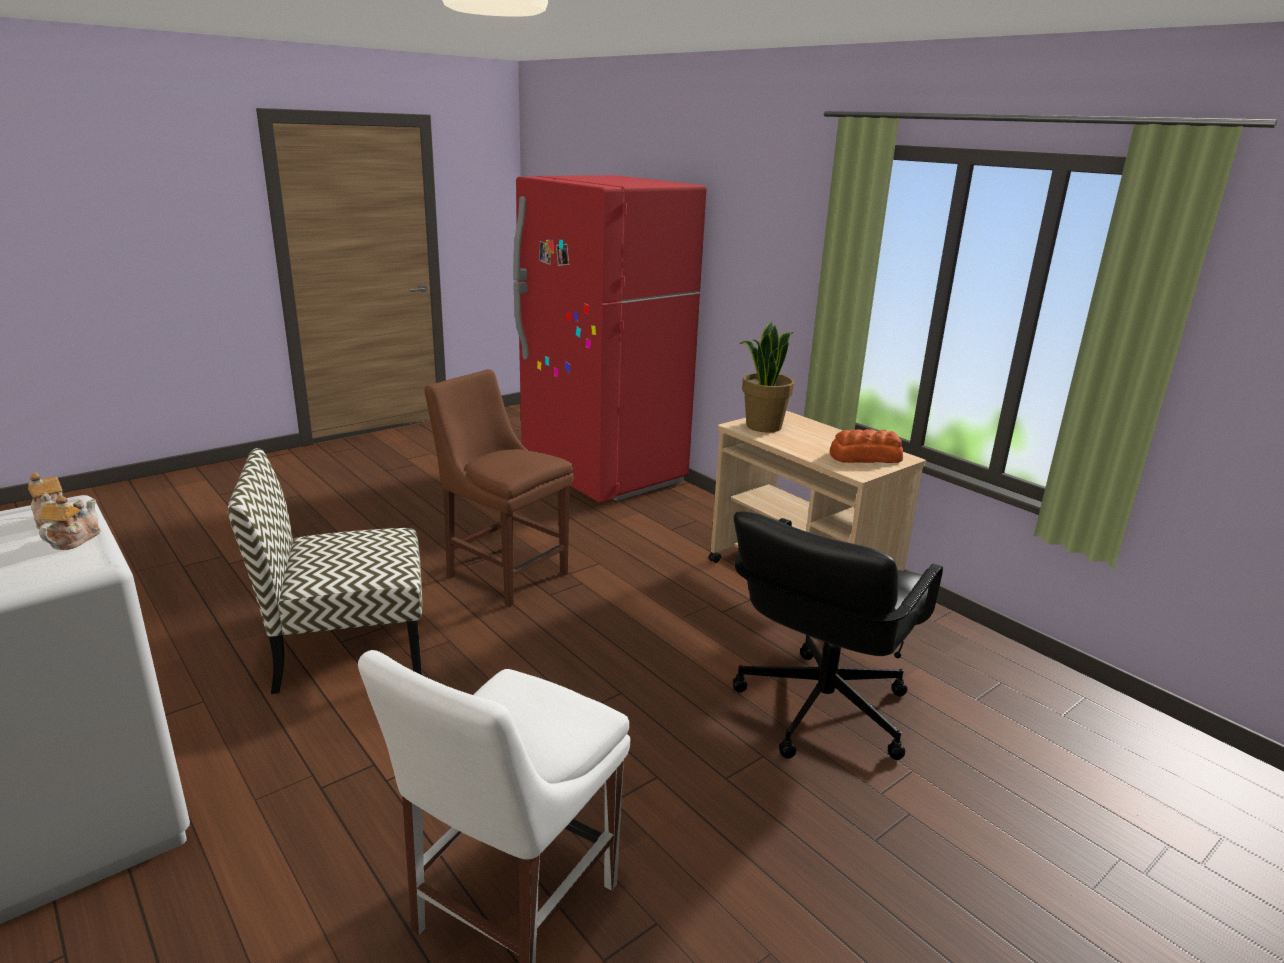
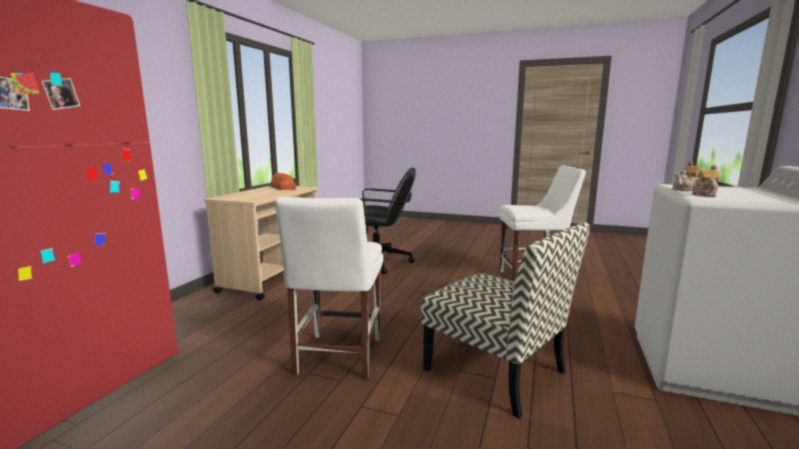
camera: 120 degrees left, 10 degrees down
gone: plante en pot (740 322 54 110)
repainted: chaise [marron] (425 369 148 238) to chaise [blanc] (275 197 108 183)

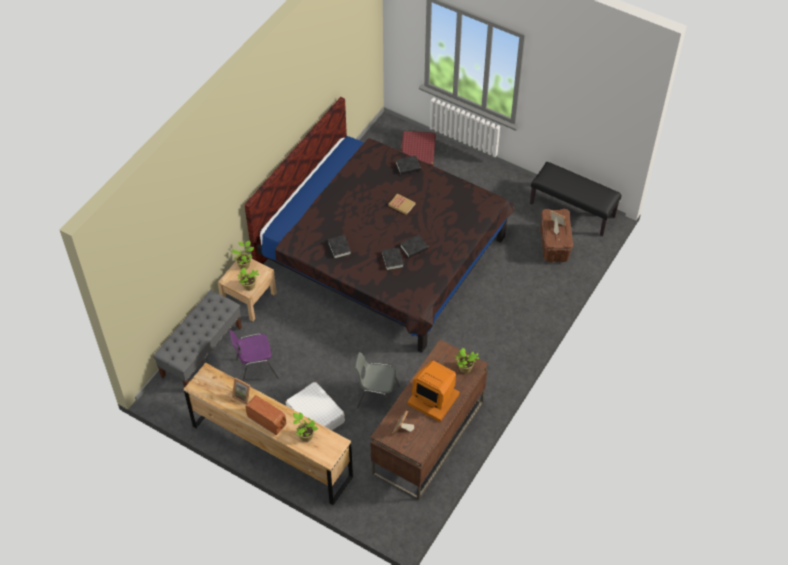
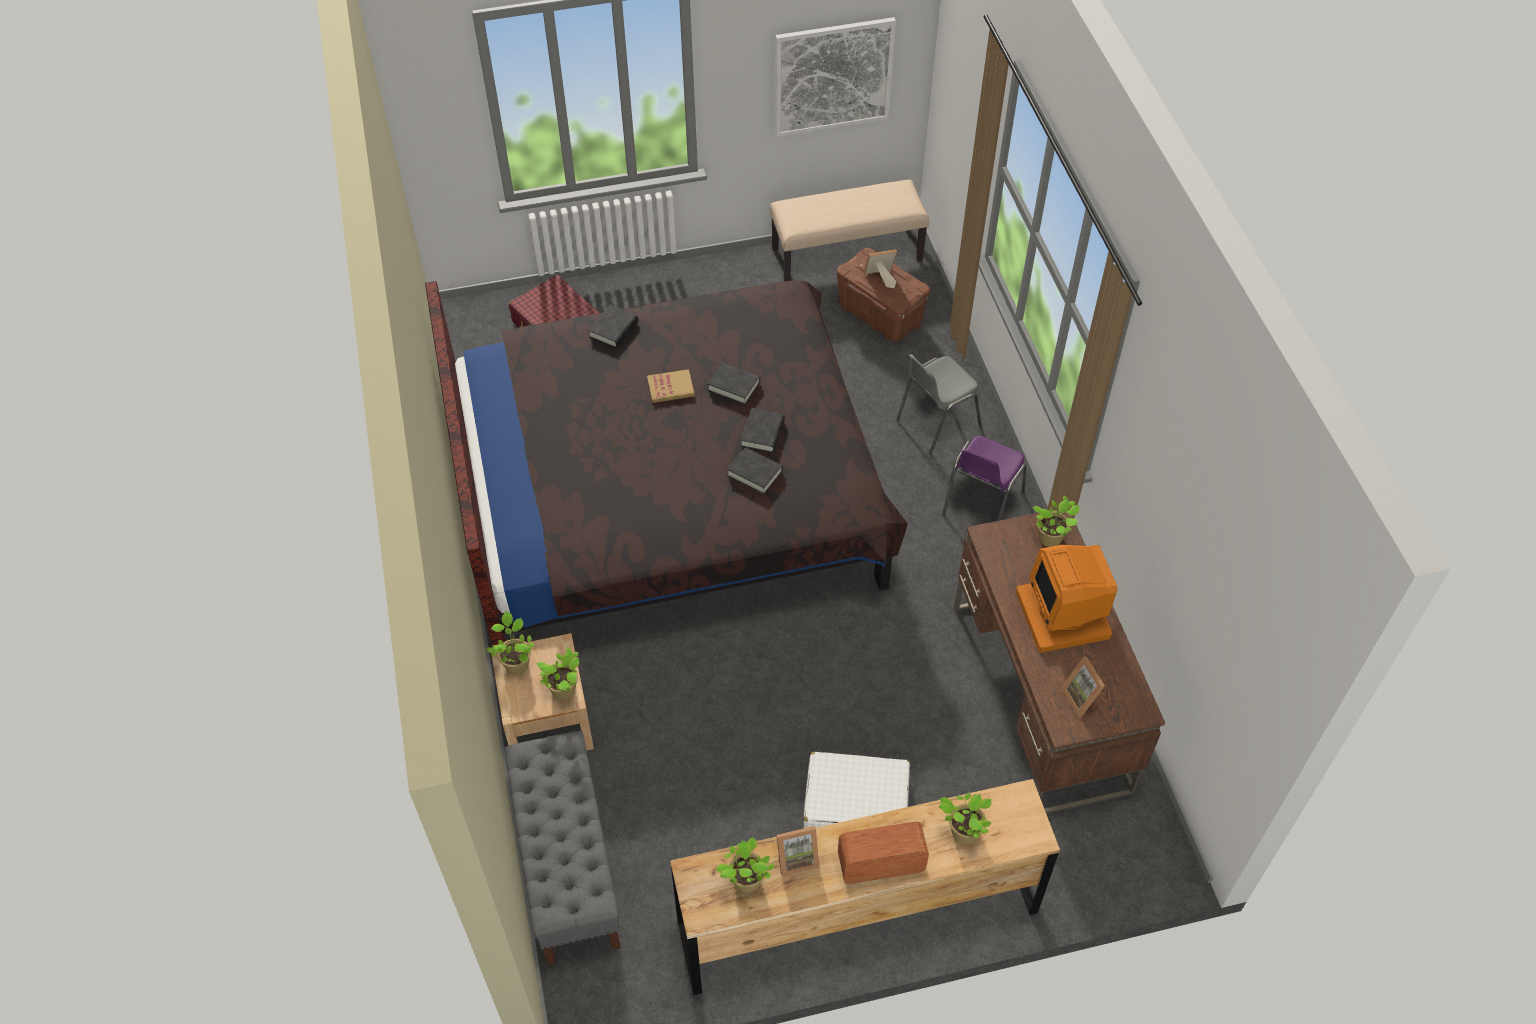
camera: 45 degrees left, 0 degrees up
new: plante en pot (716 837 59 56); tableau (775 17 121 120)
shifted: livre [noir] (328 235 23 24) to (707 362 53 43); chaise [gris] (355 352 45 57) to (896 354 86 101); chaise [violet] (230 330 49 52) to (942 436 84 85)
repainted: banc [noir] (530 162 92 74) to banc [beige] (770 180 159 102)
rotated: écran d'ordinateur (408 360 52 62) = (1016 545 101 108) 90 degrees clockwise

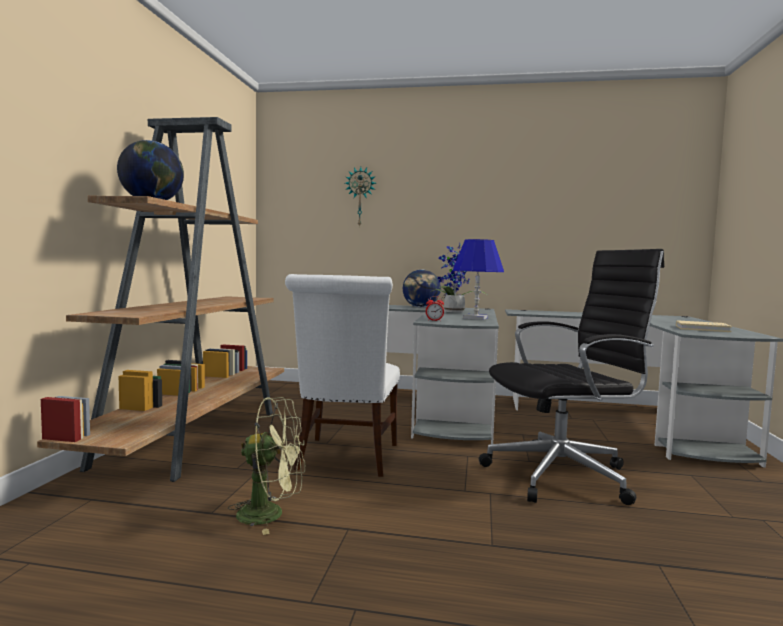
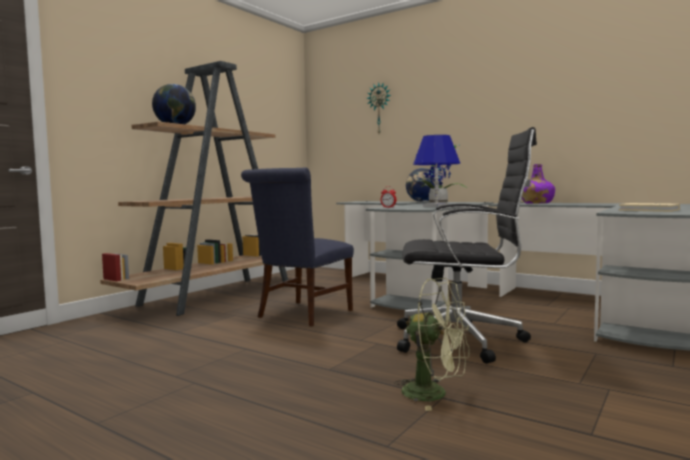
camera: 25 degrees right, 0 degrees up
new: bouteille [violet] (522 164 33 40)
shifted: ventilateur [vert] (228 397 77 138) to (394 278 75 133)
repainted: chaise [blanc] (285 274 115 203) to chaise [bleu] (241 167 113 160)

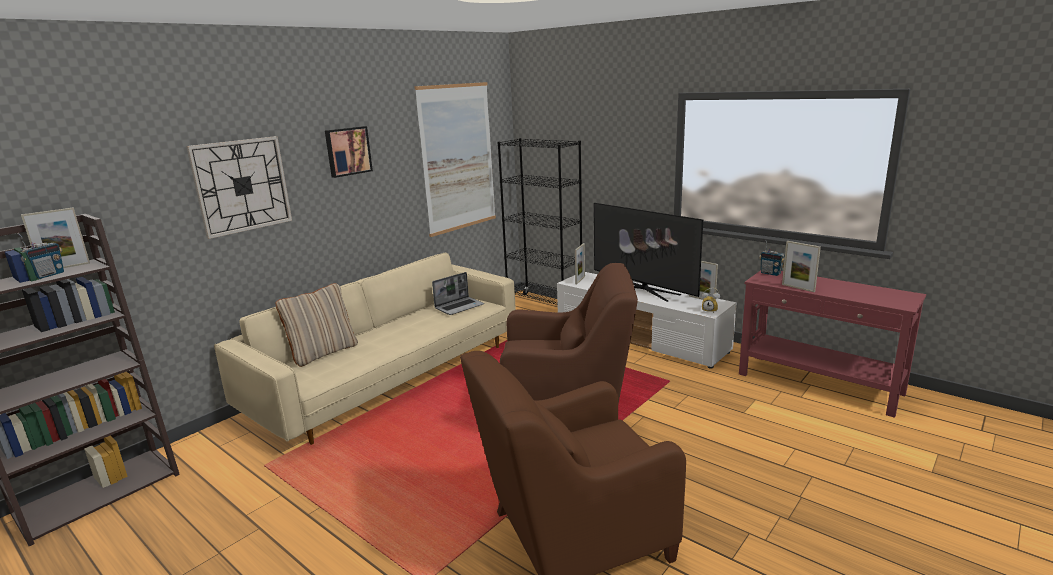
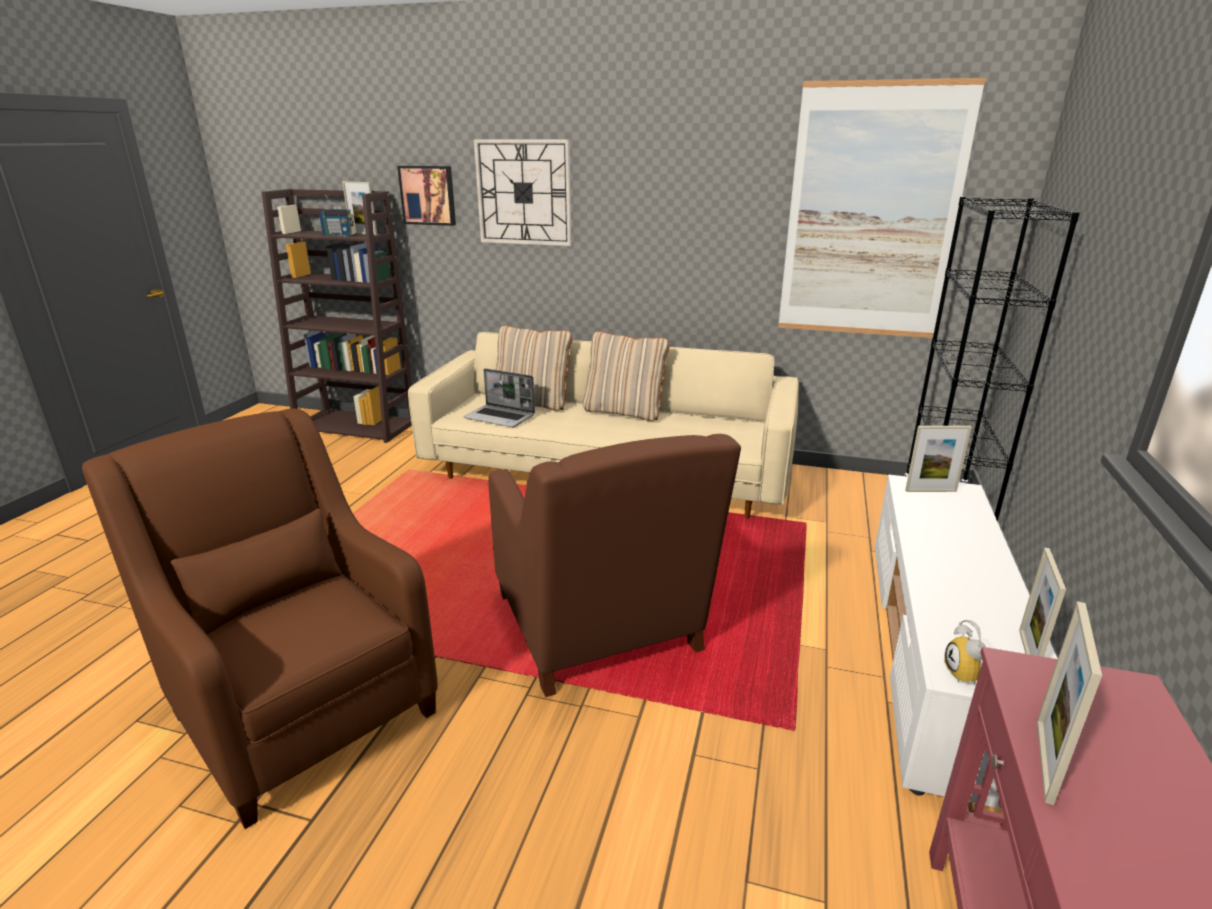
camera: 65 degrees right, 5 degrees up
gone: téléviseur (594 203 109 99); radio (759 241 26 35)
new: coussin [beige] (583 331 87 90)
shifted: tableau (325 126 48 52) to (397 166 59 60); ordinateur portable (432 272 52 43) to (464 368 71 59)

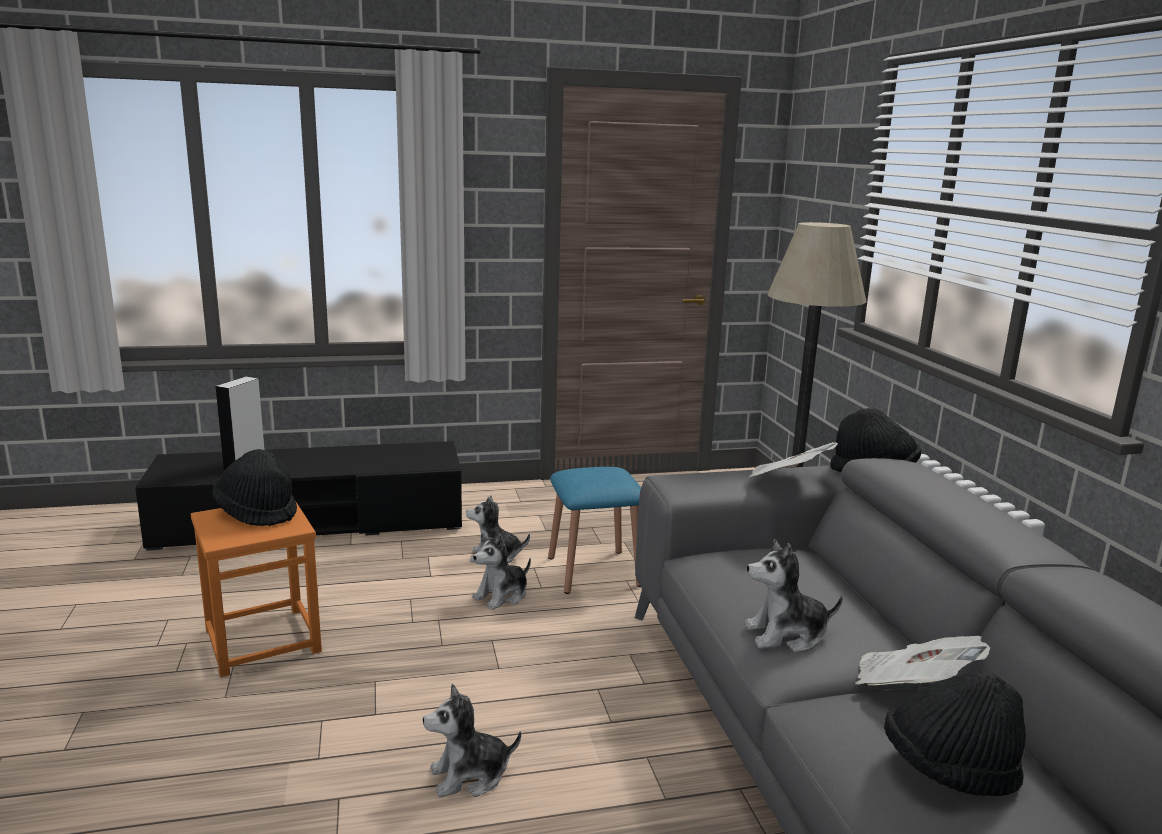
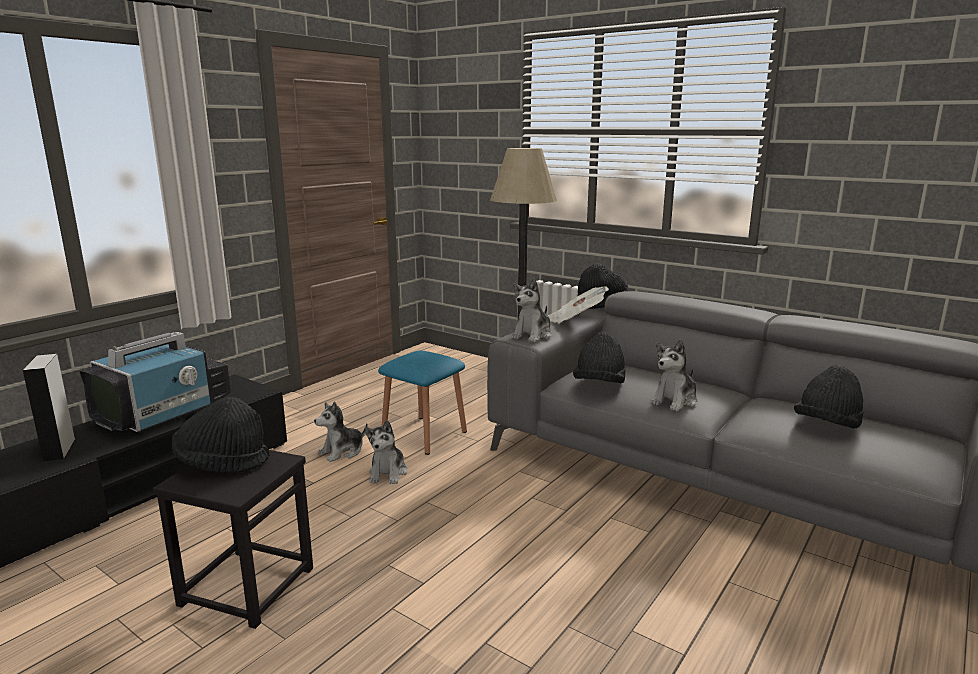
camera: 40 degrees left, 0 degrees up
gone: journal (855 636 135 49)
new: téléviseur (79 332 152 101); chapeau [noir] (573 332 53 51)
shifted: peluche (423 684 98 114) to (511 278 41 64)
repainted: tabouret [orange] (191 502 131 175) to tabouret [noir] (153 450 160 179)

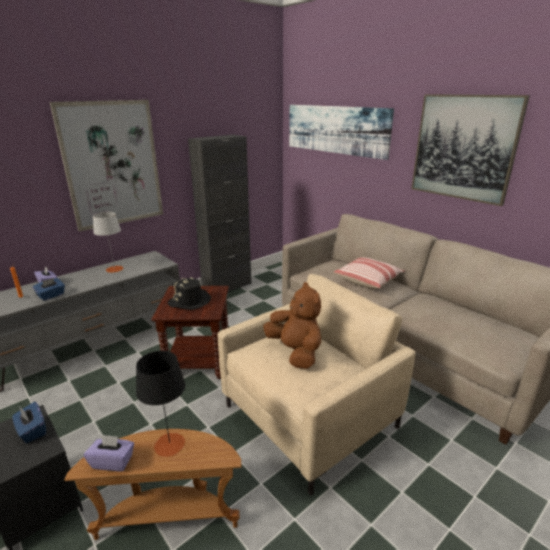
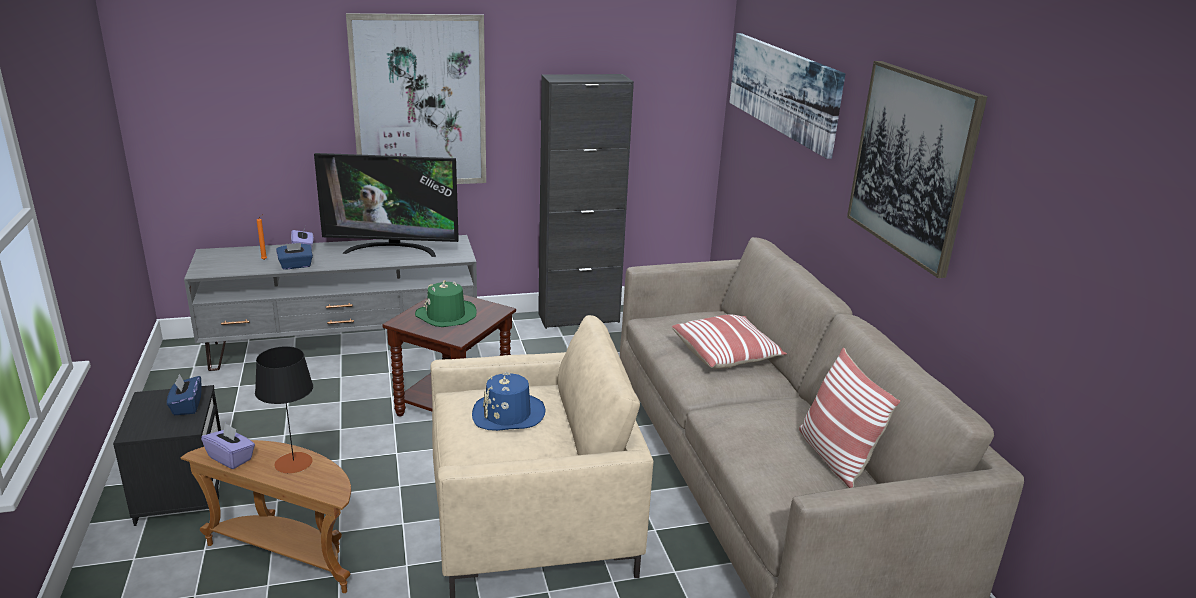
camera: 25 degrees right, 0 degrees up
new: coussin (799 348 101 140)
swapped: lampe de table [gris] (93 212 31 61) to téléviseur (314 153 145 104); peluche [marron] (263 282 58 87) to chapeau [bleu] (472 372 74 59)
repainted: chapeau [noir] (168 277 43 33) to chapeau [vert] (415 280 62 47)

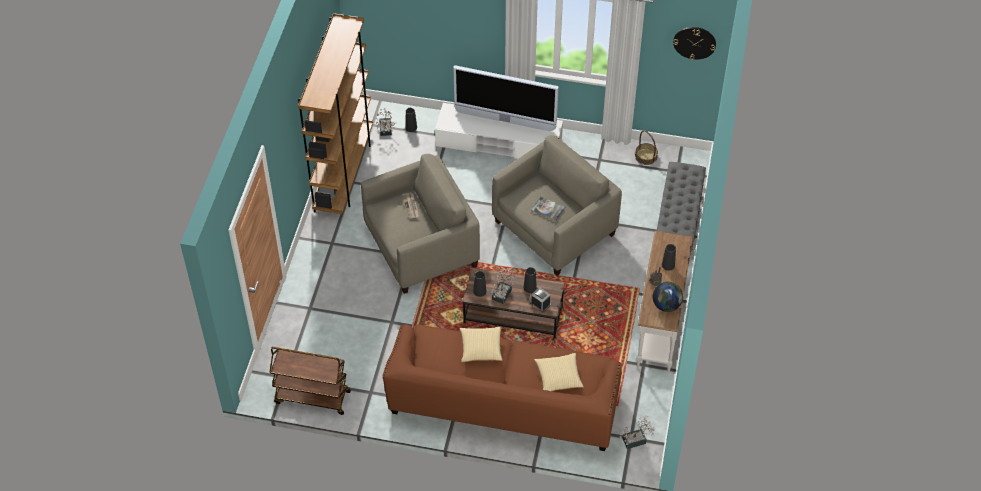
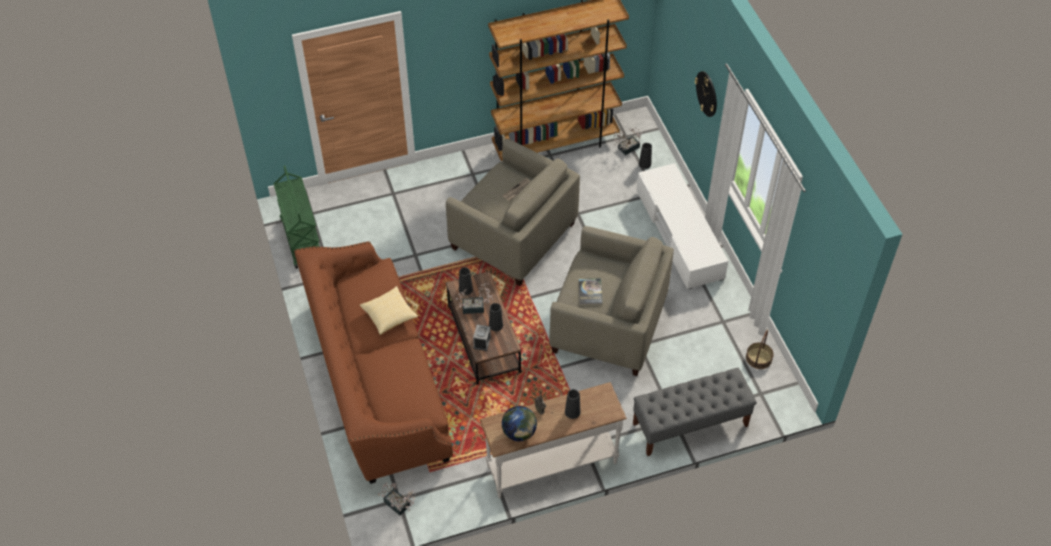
camera: 60 degrees right, 0 degrees up
gone: téléviseur (453 65 106 66); coussin (534 353 50 38)
shifted: horloge murale (673 27 43 33) to (695 71 22 46)
repainted: chariot [marron] (269 347 82 68) to chariot [vert] (274 166 46 103)

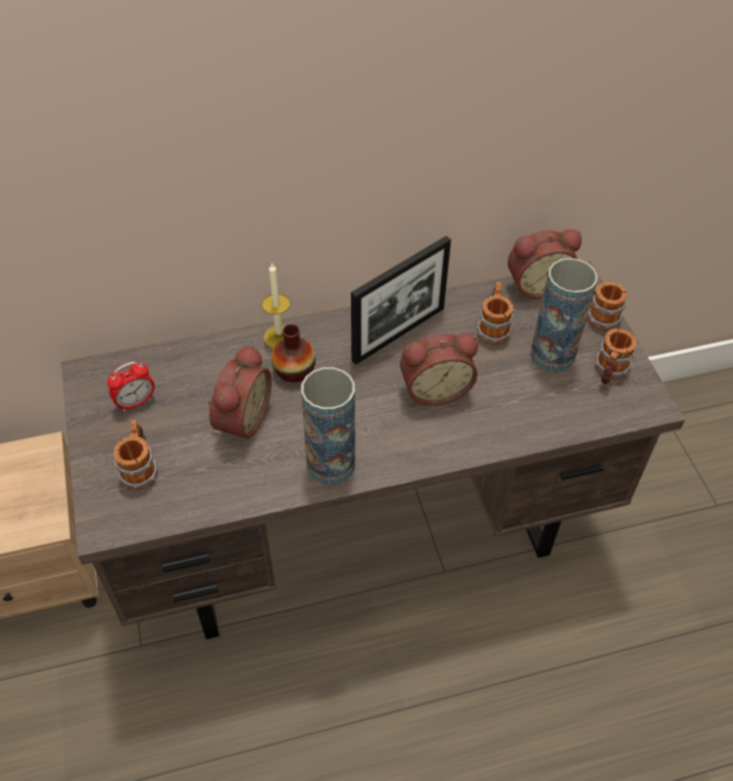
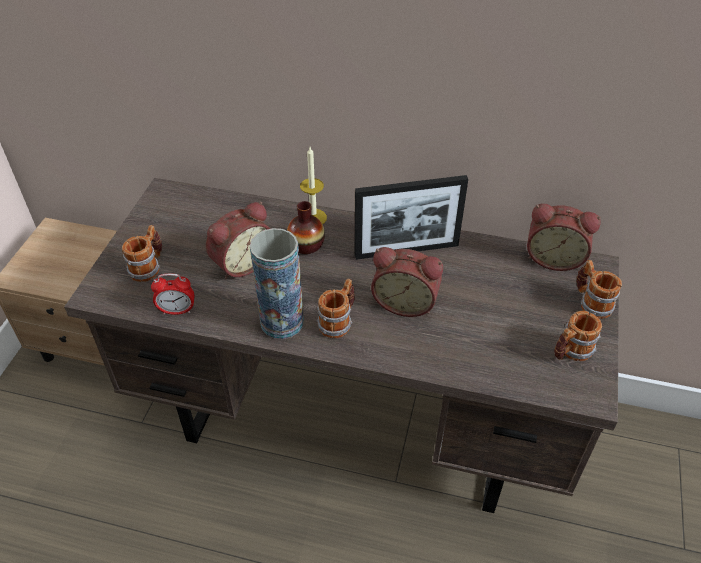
camera: 30 degrees right, 5 degrees down
gone: vase (531 258 66 114)
shifted: réveil (107 362 48 50) to (151 274 43 41); mug (477 282 36 63) to (317 279 38 59)

